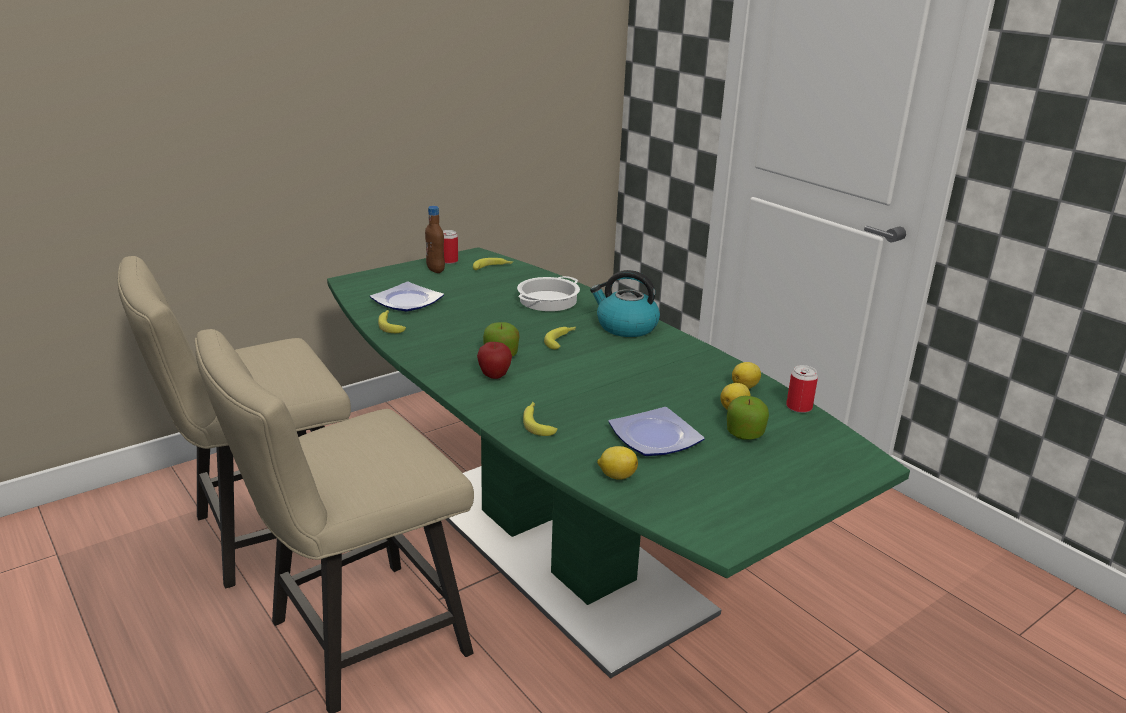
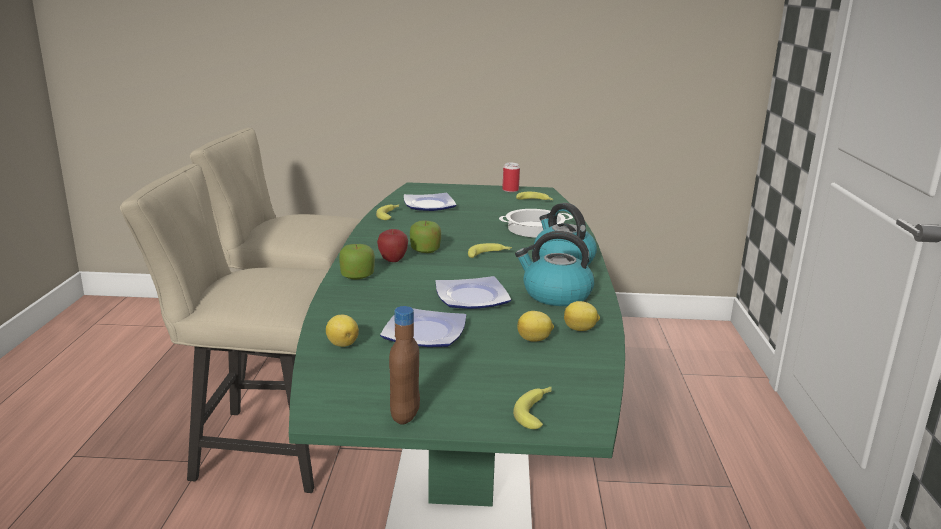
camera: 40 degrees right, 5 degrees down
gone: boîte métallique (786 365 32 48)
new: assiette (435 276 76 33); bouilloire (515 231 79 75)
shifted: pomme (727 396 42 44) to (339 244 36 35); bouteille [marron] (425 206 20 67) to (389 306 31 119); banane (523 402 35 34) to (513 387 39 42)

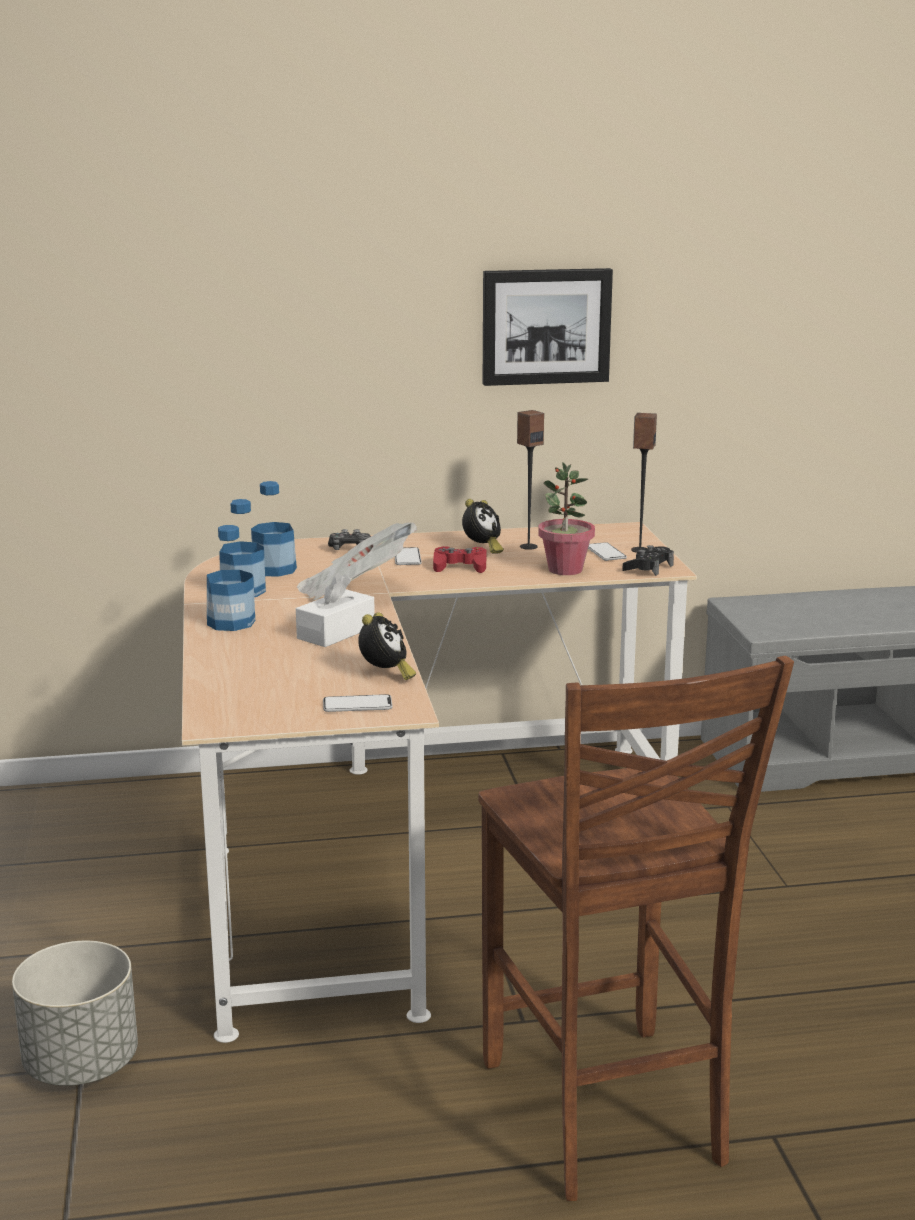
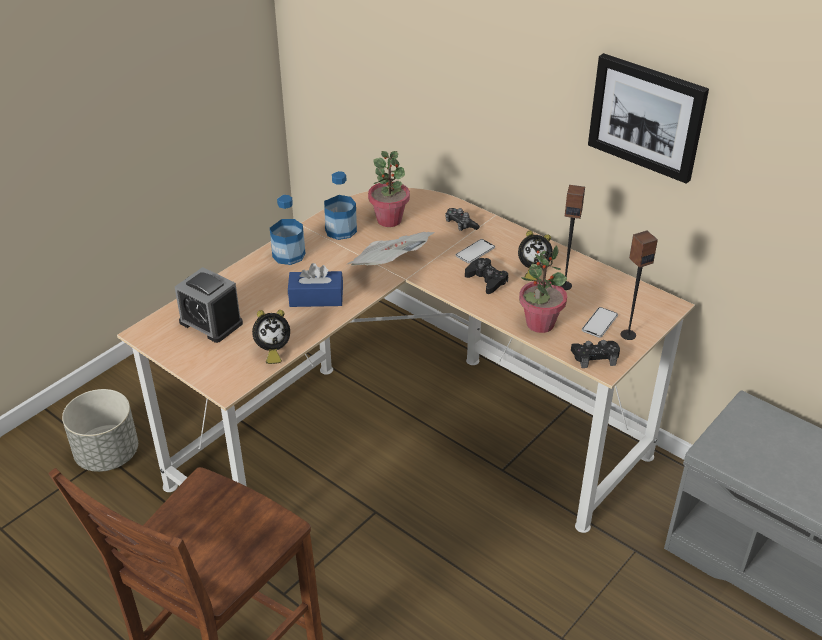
camera: 50 degrees right, 20 degrees up
gone: téléphone (323 694 70 18)
new: réveil (175 267 68 76)
swapped: bouteille (251 481 46 96) to plante en pot (368 151 42 76)
repainted: boîte à mouchoirs [blanc] (296 573 79 74) to boîte à mouchoirs [bleu] (288 263 55 44); manette [rouge] (433 546 54 27) to manette [noir] (465 258 43 36)

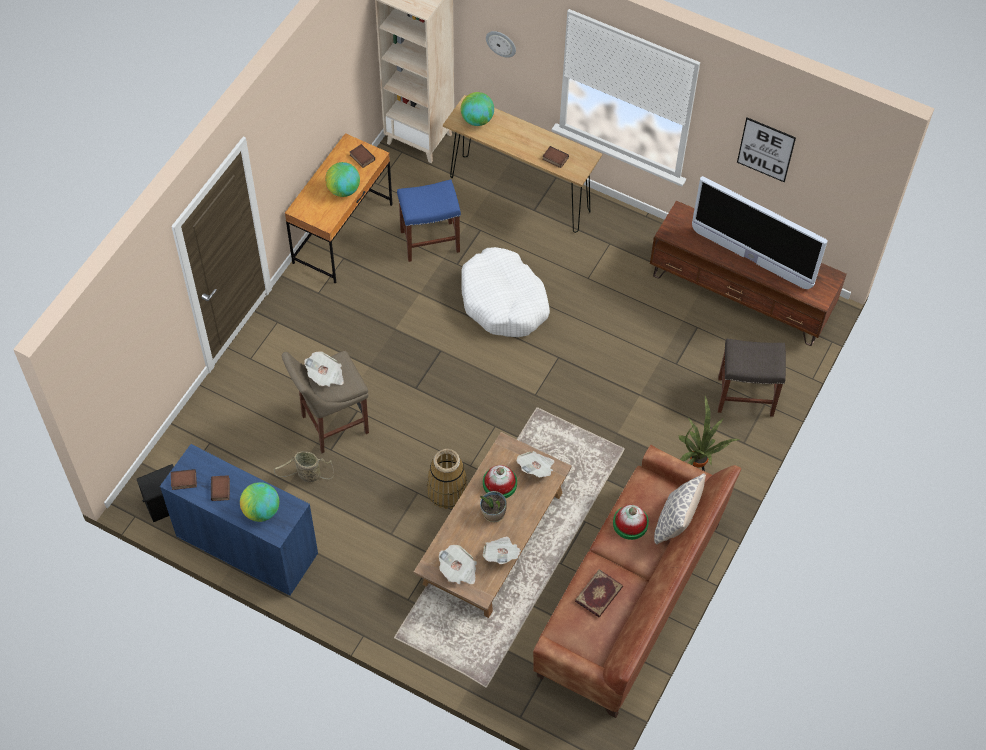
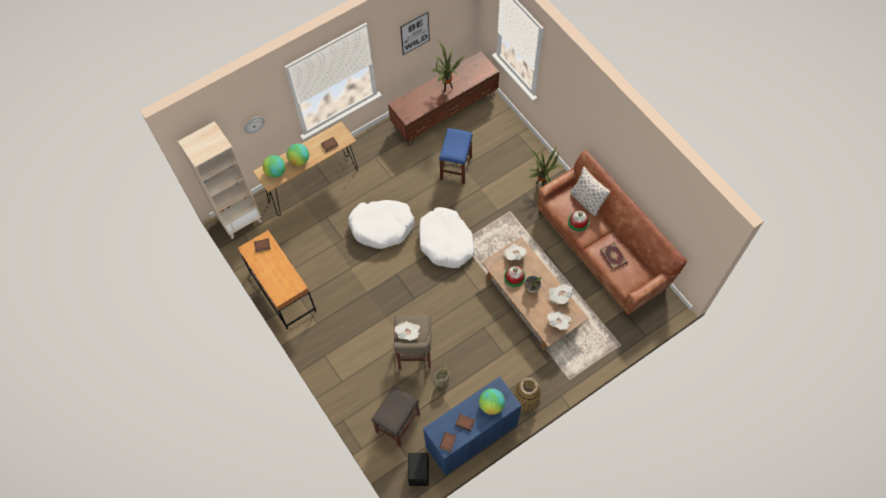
camera: 60 degrees left, 5 degrees up
new: panier pour chien [blanc] (419 207 56 61)
shifted: globe (325 162 35 35) to (287 143 22 23); tabouret [gris] (718 339 68 78) to (371 386 49 61); tabouret [bleu] (397 179 64 83) to (439 128 34 57); panier (427 449 41 60) to (514 378 26 34)
swapped: téléviseur (692 176 136 113) to plante en pot (431 40 36 53)

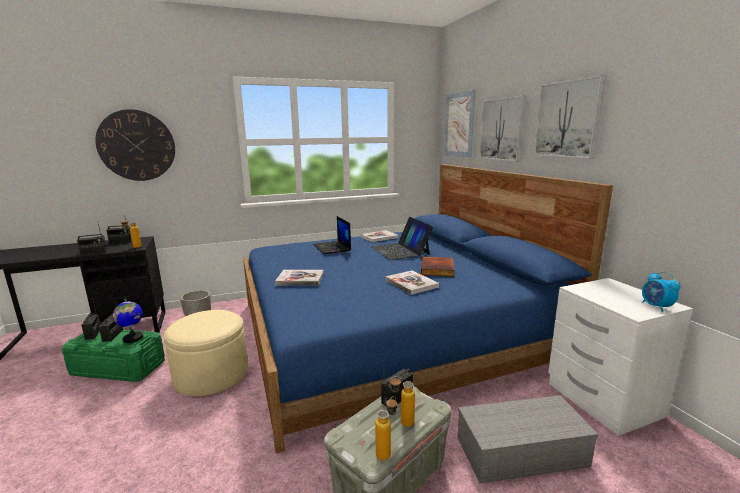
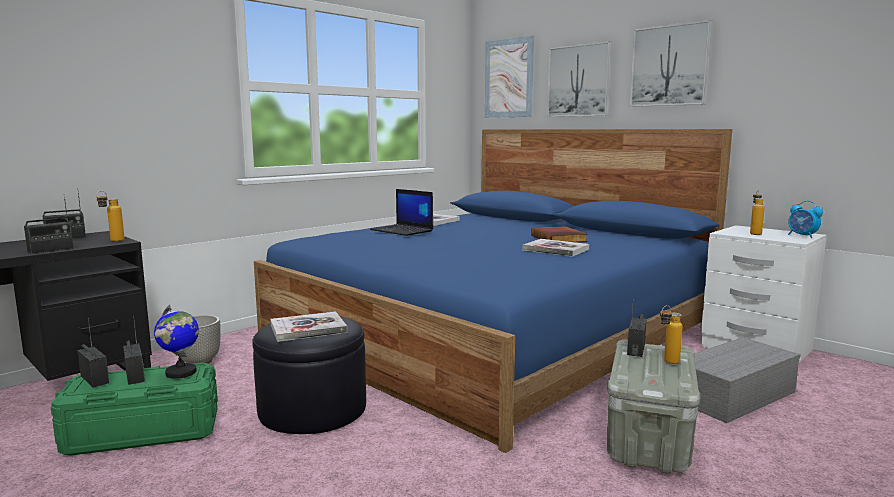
camera: 25 degrees left, 5 degrees down
gone: horloge murale (95 109 80 72); ordinateur portable (371 217 62 43)
shifted: livre (275 270 49 16) to (270 311 77 31); bouteille (375 396 22 65) to (750 190 15 45)
repainted: pouf [beige] (164 310 84 86) to pouf [noir] (252 317 114 117)

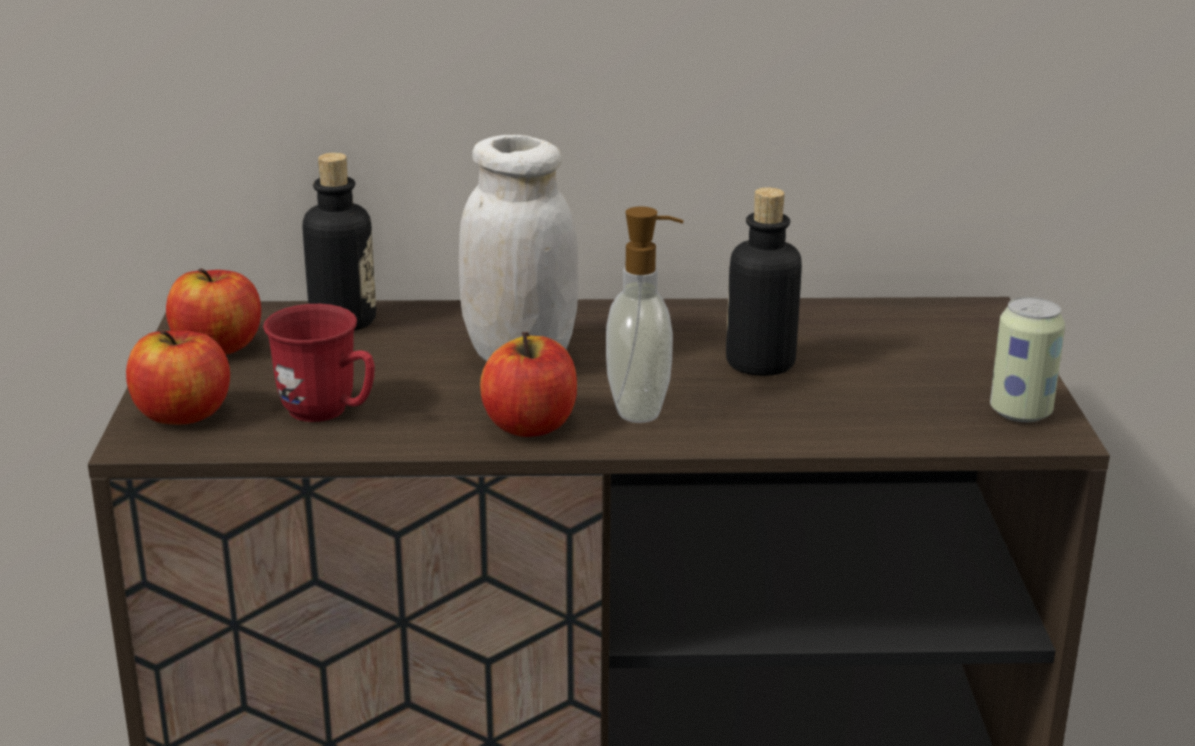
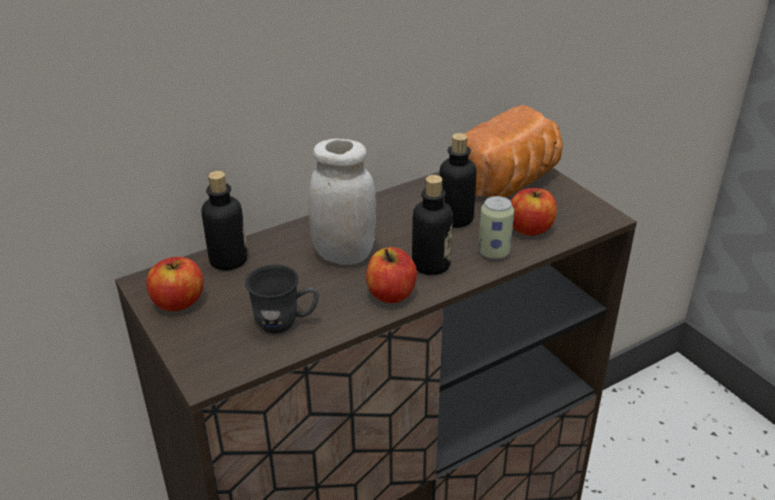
camera: 30 degrees left, 10 degrees up
new: pain (465 105 98 92)
shifted: boîte métallique (990 297 75 125) to (478 196 36 63); pomme (126 330 104 95) to (511 188 46 48)
swapped: distributeur de savon (606 206 77 217) to bouteille (412 175 41 100)
repainted: mug [rouge] (263 304 112 118) to mug [gris] (245 264 74 70)

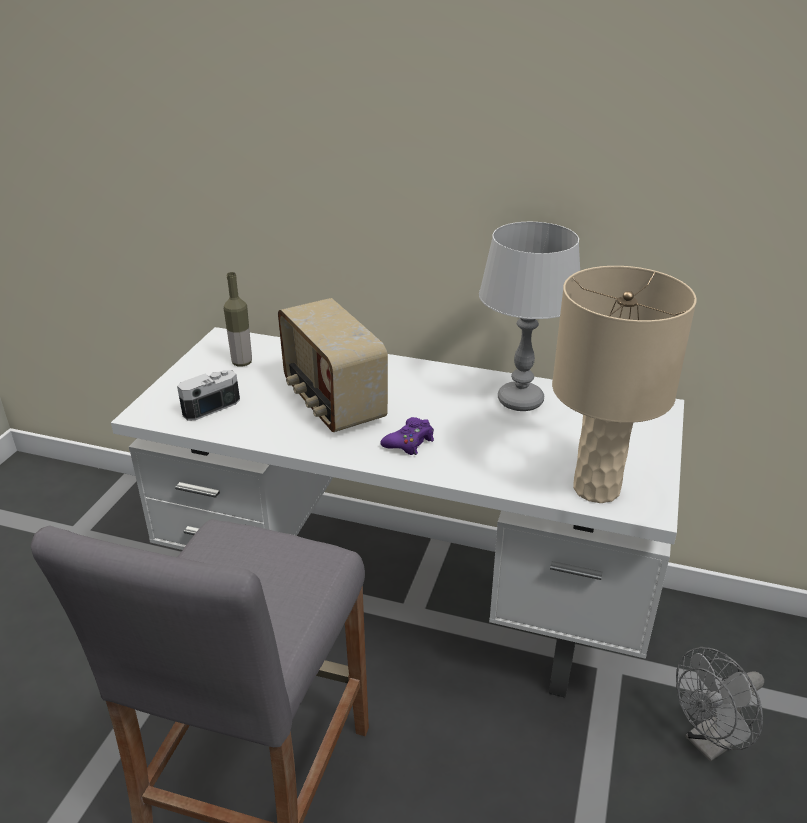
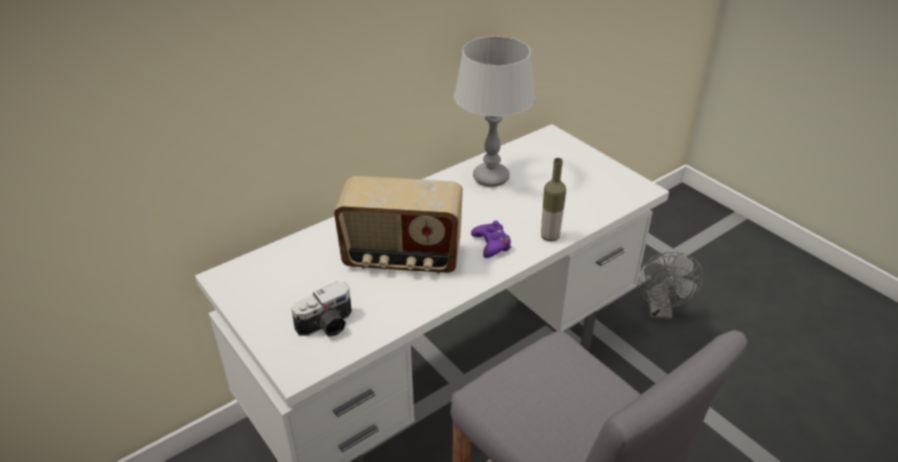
camera: 55 degrees left, 5 degrees up
gone: lampe de table [beige] (552 266 145 237)
shifted: bouteille (224 272 28 95) to (541 158 25 84)
rotated: appareil photo (177 370 63 51) = (291 282 61 55) 120 degrees counterclockwise

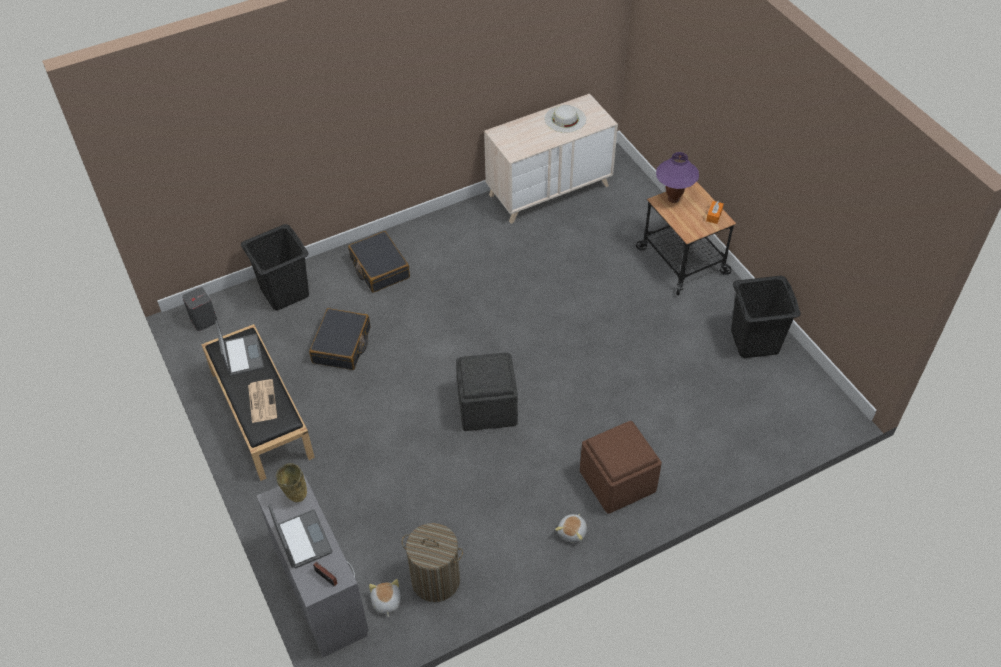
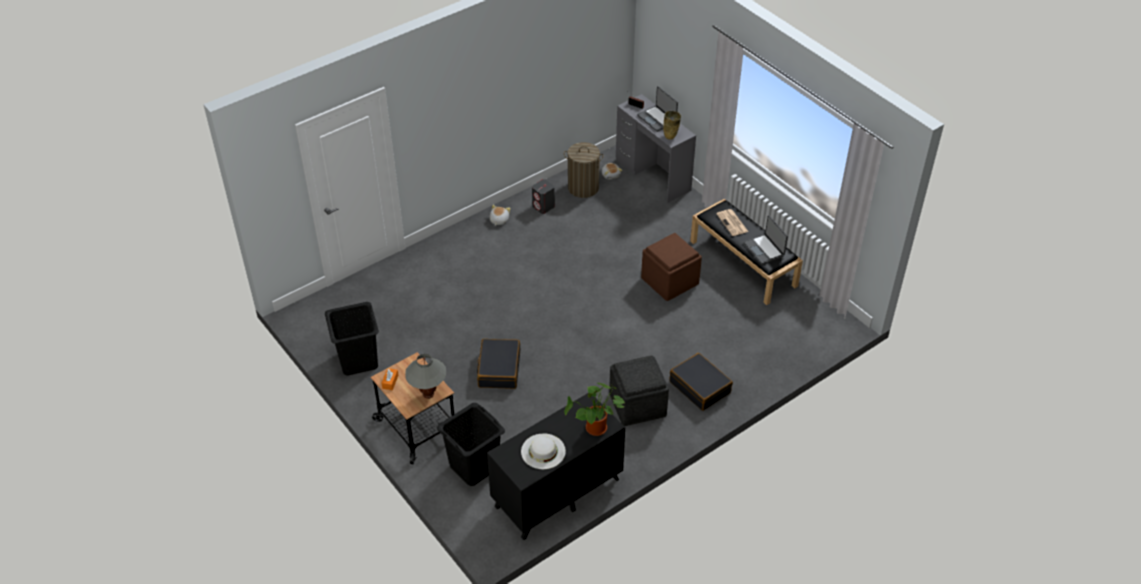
camera: 170 degrees right, 5 degrees down
new: plante en pot (564 383 62 53)
shifted: panier à linge [noir] (241 224 68 86) to (437 403 68 83); valise [noir] (309 308 61 62) to (477 339 43 50); enceinte [gris] (182 287 35 44) to (532 179 23 35); pouf [gris] (456 352 62 79) to (609 355 60 71); pouf [marron] (580 421 82 93) to (641 233 61 68)
repainted: lampe de table [violet] (656 152 43 51) to lampe de table [gris] (405 354 41 45); commode [beige] (484 93 134 131) to commode [noir] (487 393 138 147)

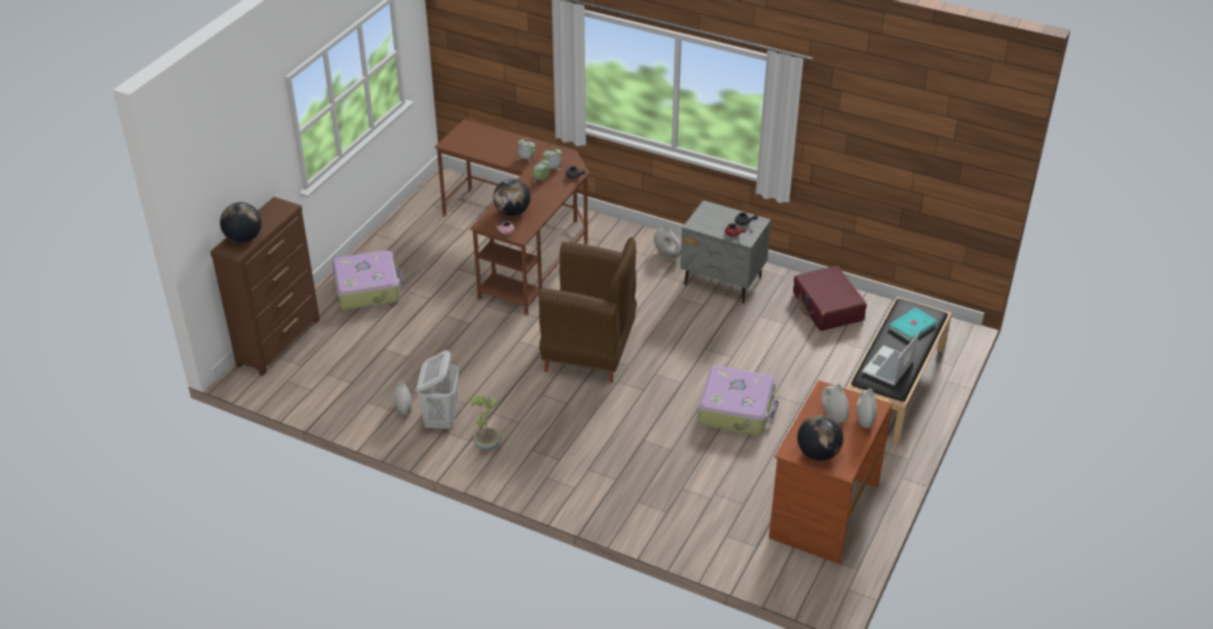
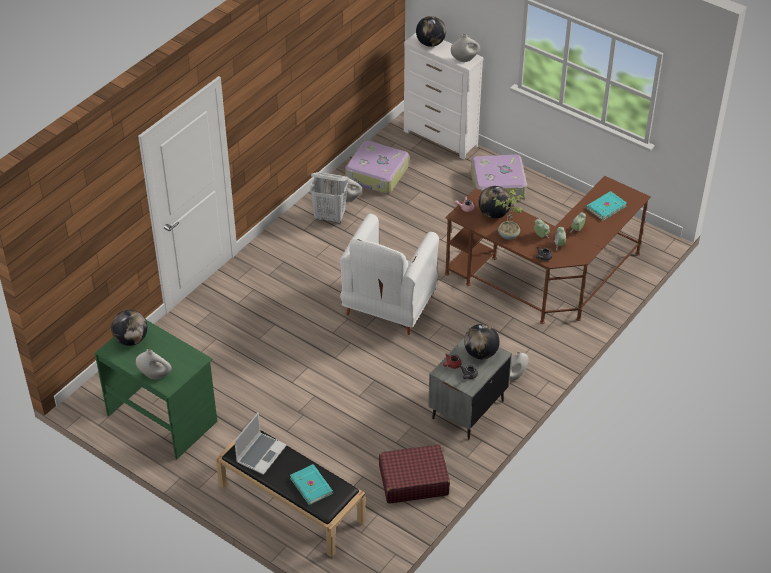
camera: 100 degrees right, 5 degrees up
new: globe (464 324 36 35); livre [turquoise] (586 191 41 30)
shifted: valise (698 366 81 69) to (345 141 64 53); vase [blanc] (822 384 27 39) to (451 34 29 28); plante en pot (470 395 31 55) to (493 190 31 50)
repainted: bureau [marron] (769 380 123 184) to bureau [vert] (95 320 122 139); fauteuil [marron] (539 237 98 146) to fauteuil [blanc] (340 214 99 121); commode [marron] (210 197 110 179) to commode [blanc] (404 33 79 126)
rotated: ordinateur portable (862 332 57 54) = (234 412 53 63) 75 degrees clockwise

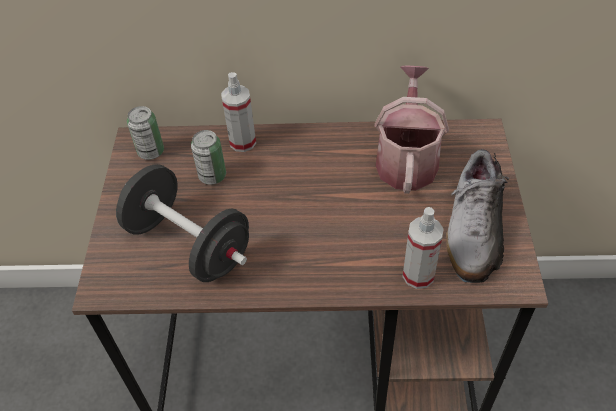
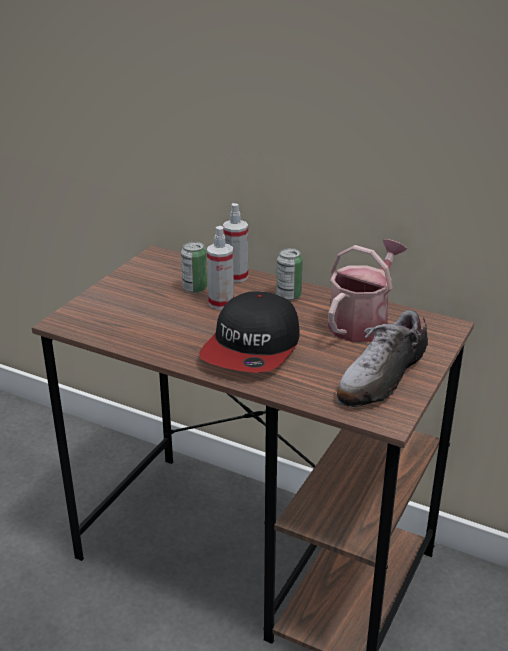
camera: 25 degrees right, 20 degrees down
gone: haltère [noir] (116 164 133 118)
new: casquette (199 291 100 82)
shifted: vaporisateur (403 207 41 82) to (207 226 27 83); boîte métallique (127 106 37 54) to (276 248 27 52)

